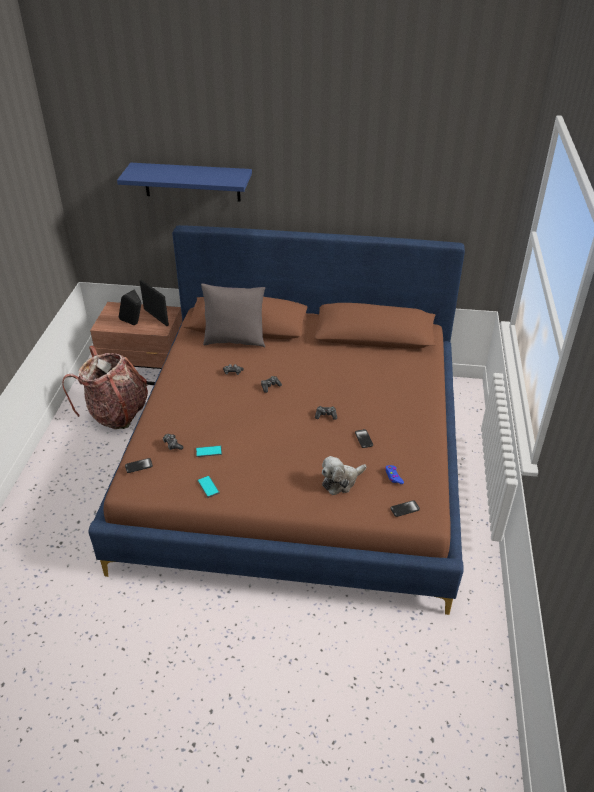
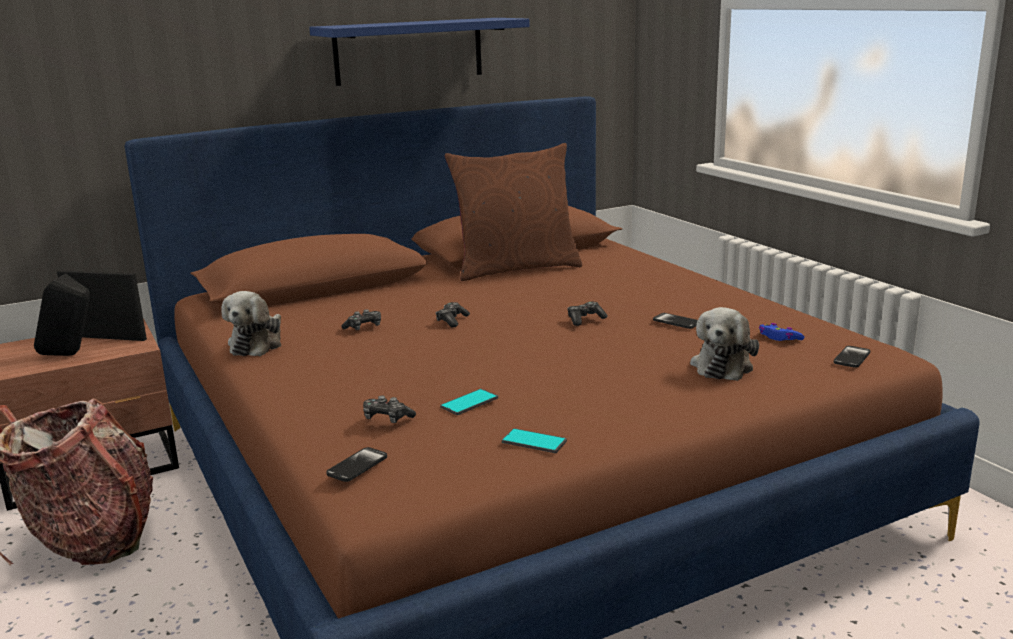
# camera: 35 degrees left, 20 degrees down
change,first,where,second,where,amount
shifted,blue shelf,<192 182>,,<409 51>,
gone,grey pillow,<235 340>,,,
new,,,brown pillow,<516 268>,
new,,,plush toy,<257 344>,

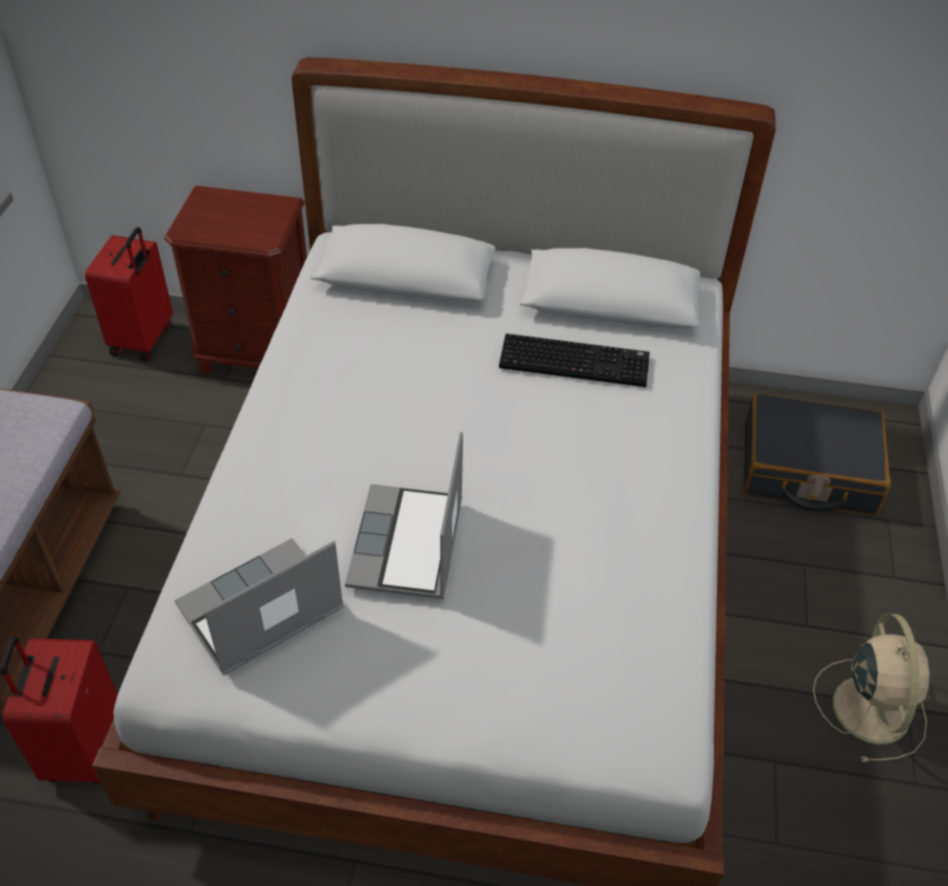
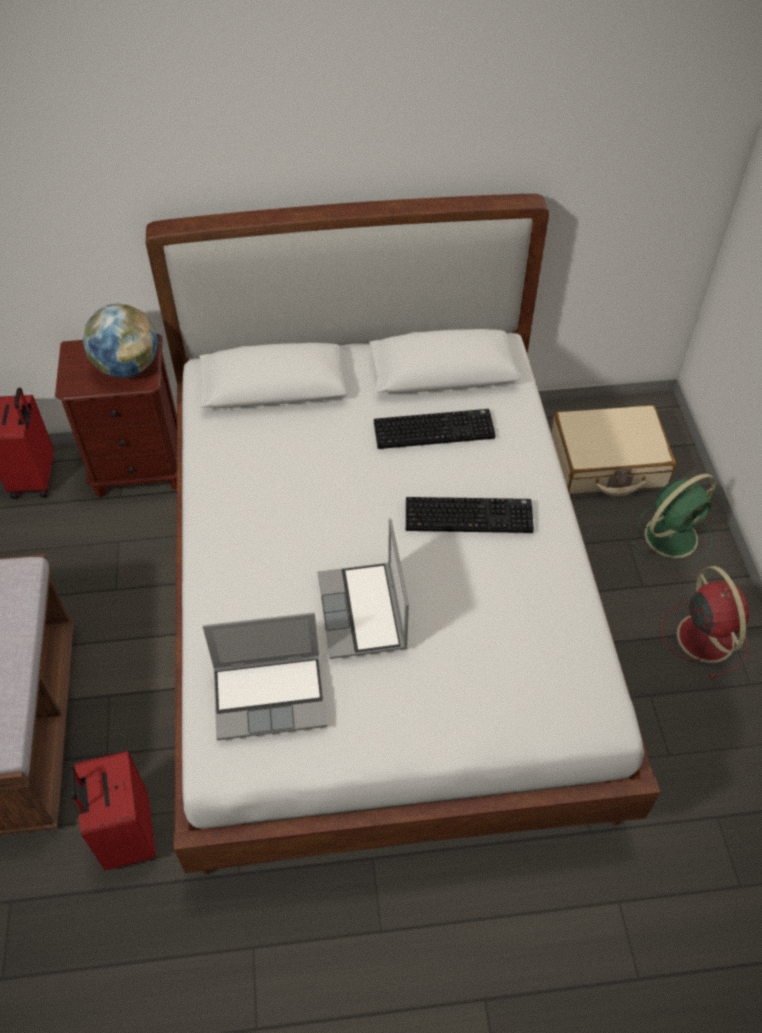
# camera: 15 degrees left, 5 degrees up
change,first,where,second,where,amount
repainted,black suitcase,<807 469>,beige suitcase,<607 462>,
rotated,laptop,<259 611>,,<271 695>,135 degrees counterclockwise
repainted,beige fan,<870 706>,red fan,<704 635>,
new,,,globe,<127 367>,
new,,,green fan,<673 535>,
new,,,keyboard,<470 515>,

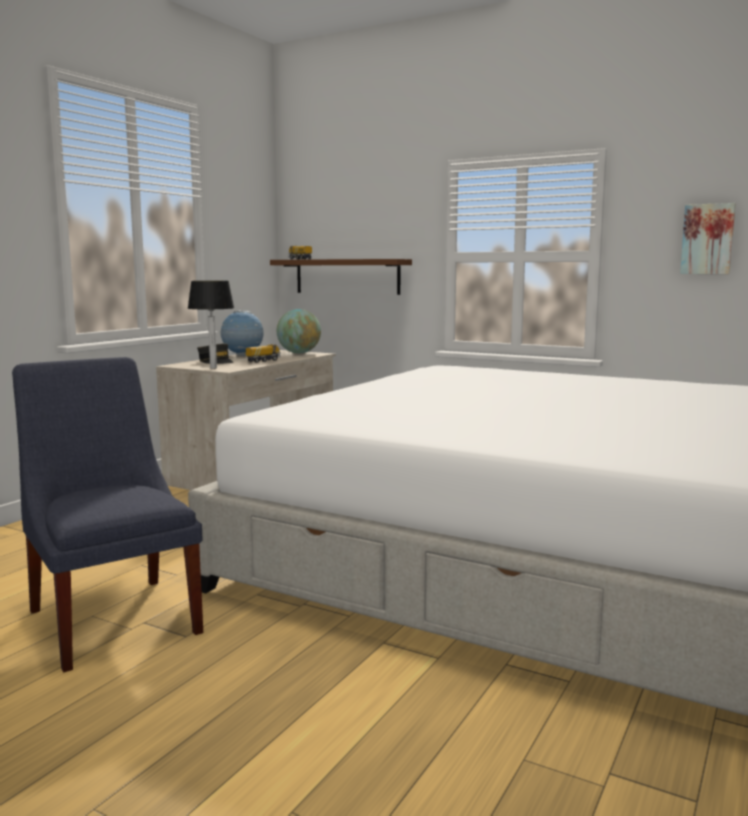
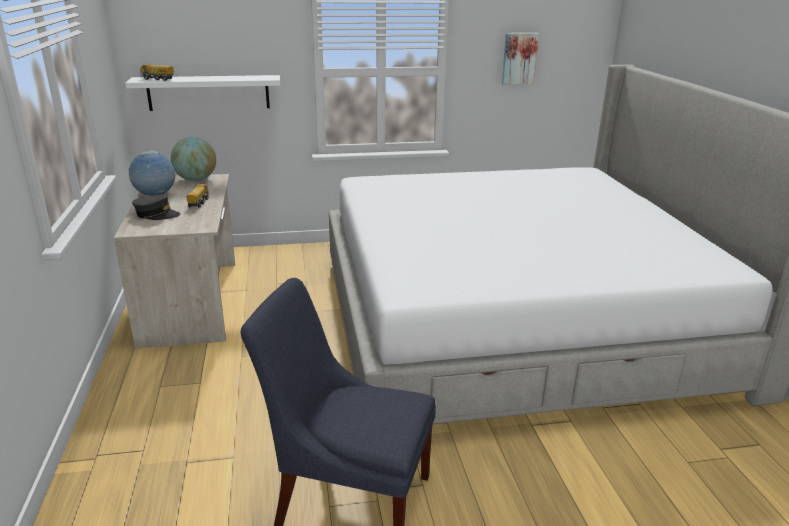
# camera: 40 degrees left, 15 degrees up
change,first,where,second,where,amount
repainted,brown shelf,<347 276>,white shelf,<208 92>,
gone,table lamp,<214 368>,,,

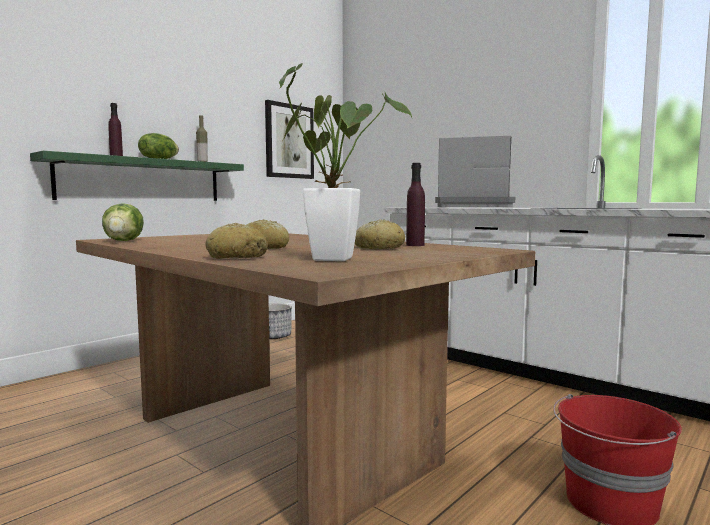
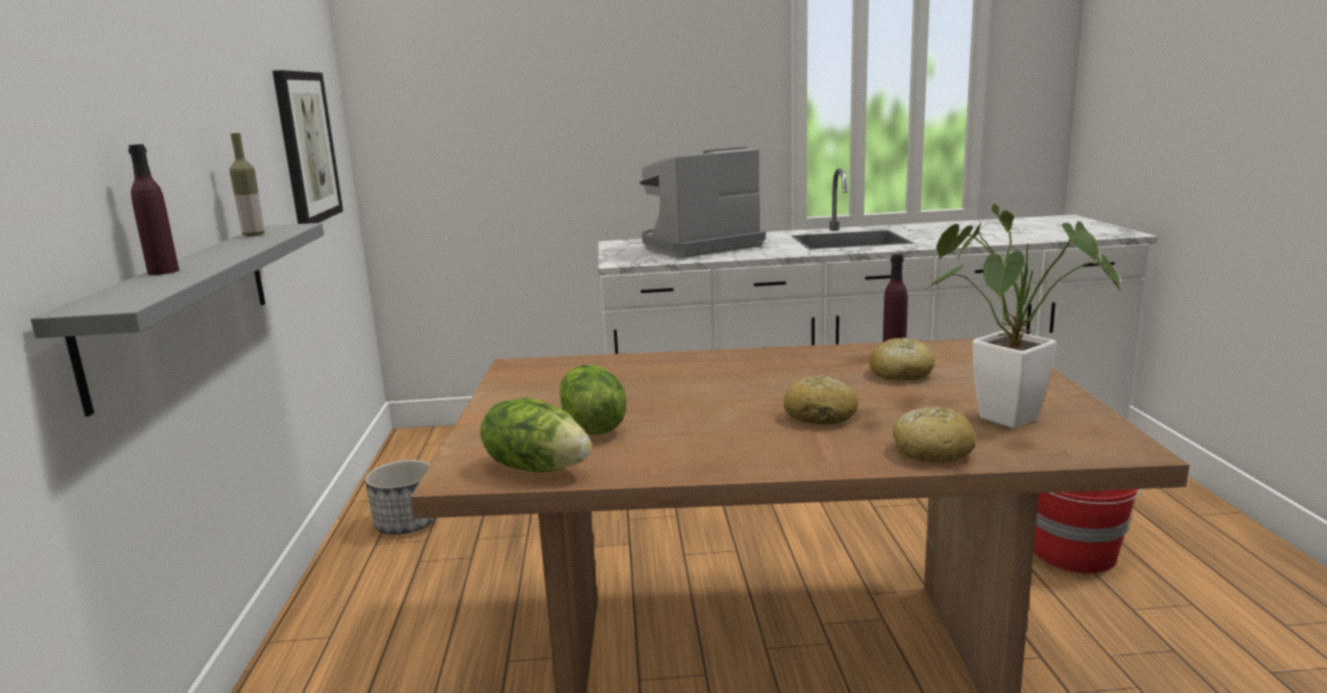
# camera: 45 degrees left, 10 degrees up
change,first,where,second,where,amount
shifted,lettuce,<159 159>,,<591 427>,
repainted,green shelf,<143 180>,grey shelf,<183 305>,

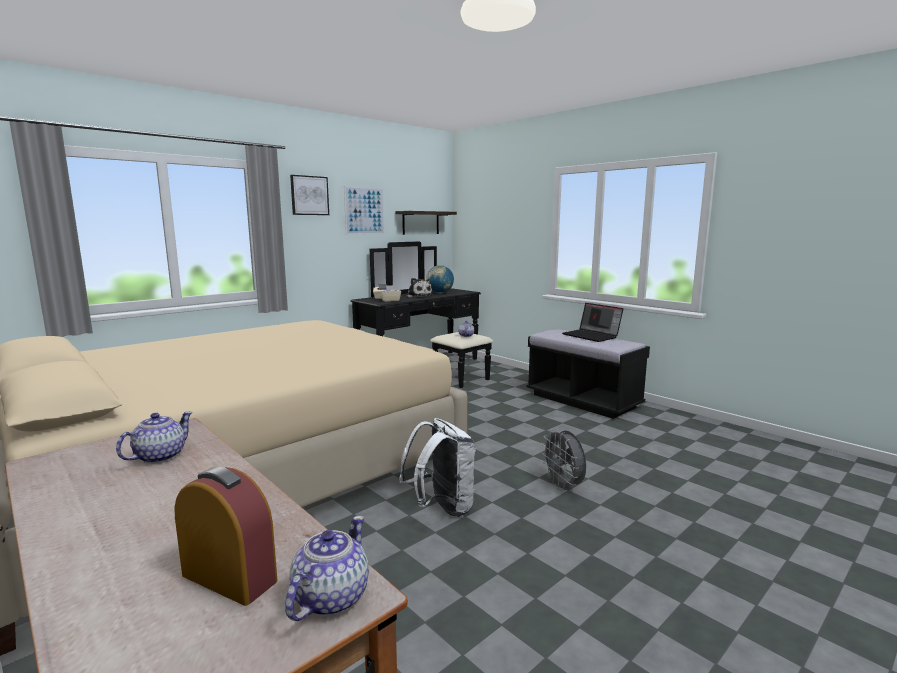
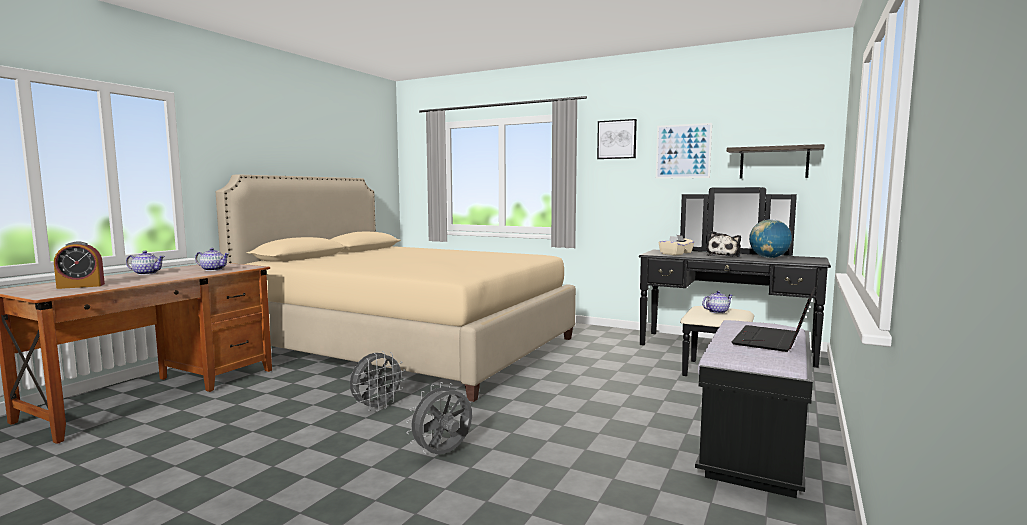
# camera: 70 degrees right, 5 degrees down
change,first,where,second,where,amount
swapped,white backpack,<441 508>,grey fan,<377 407>,
rotated,alarm clock,<229 578>,,<81 286>,60 degrees clockwise
shifted,teapot,<329 598>,,<146 273>,

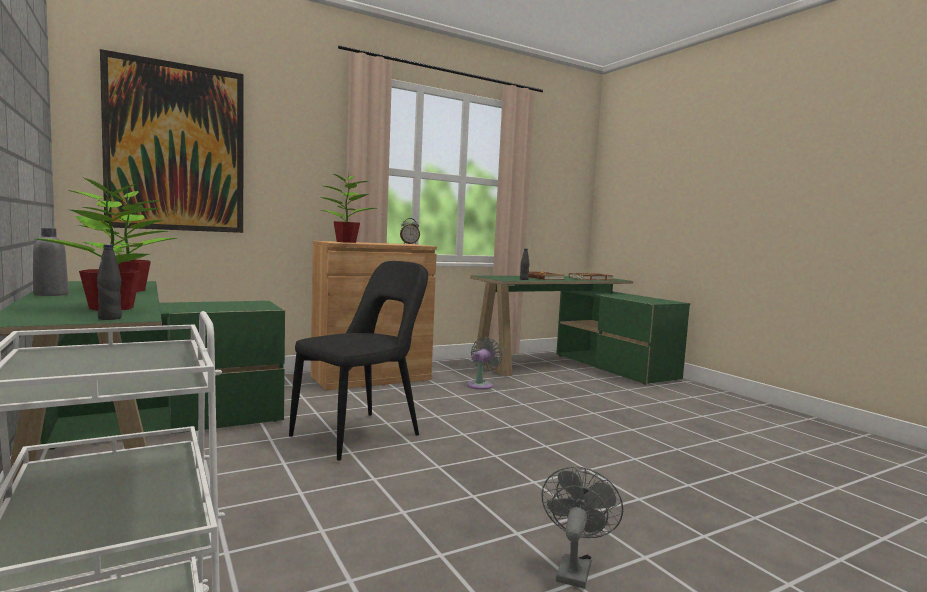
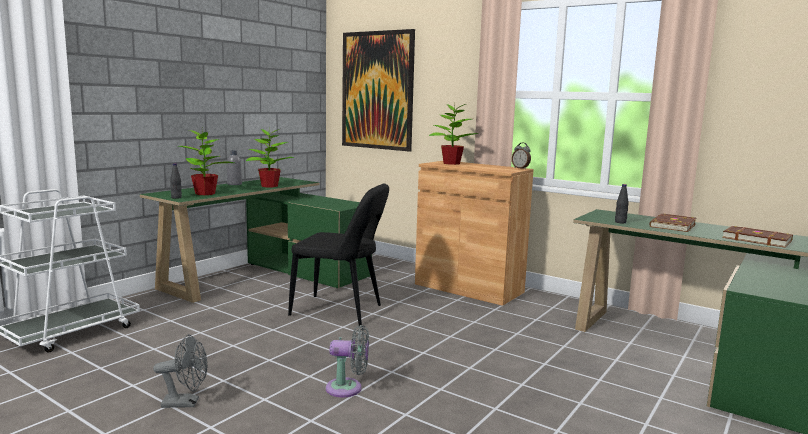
# camera: 65 degrees right, 5 degrees up
change,first,where,second,where,amount
shifted,grey fan,<481 385>,,<348 388>,

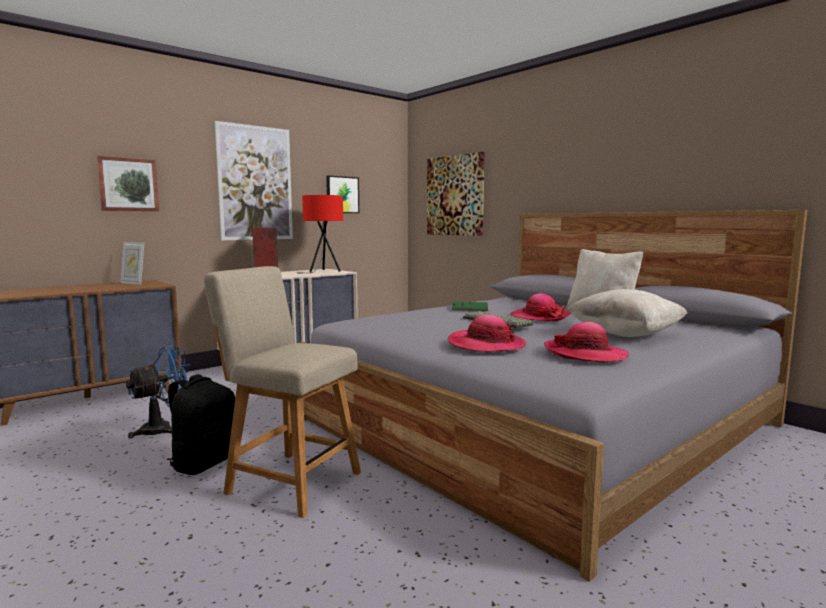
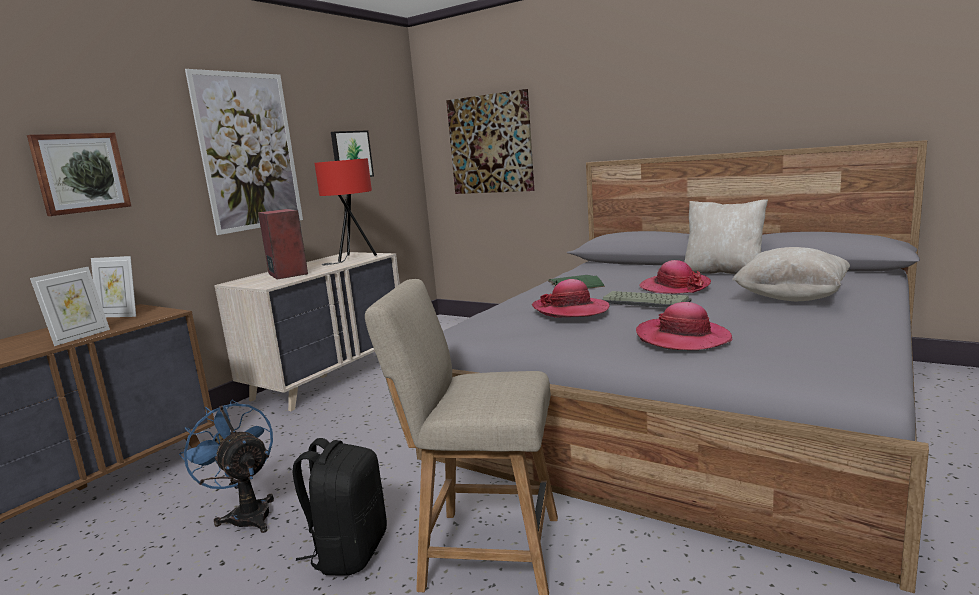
# camera: 15 degrees left, 5 degrees up
change,first,where,second,where,amount
shifted,hat,<585 354>,,<571 310>,
rotated,blue fan,<164 429>,,<246 514>,75 degrees counterclockwise
new,,,picture frame,<80 337>,

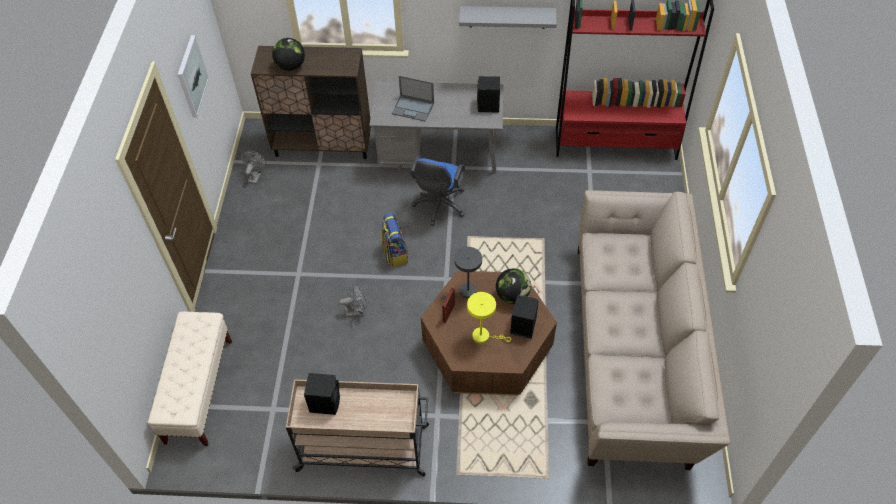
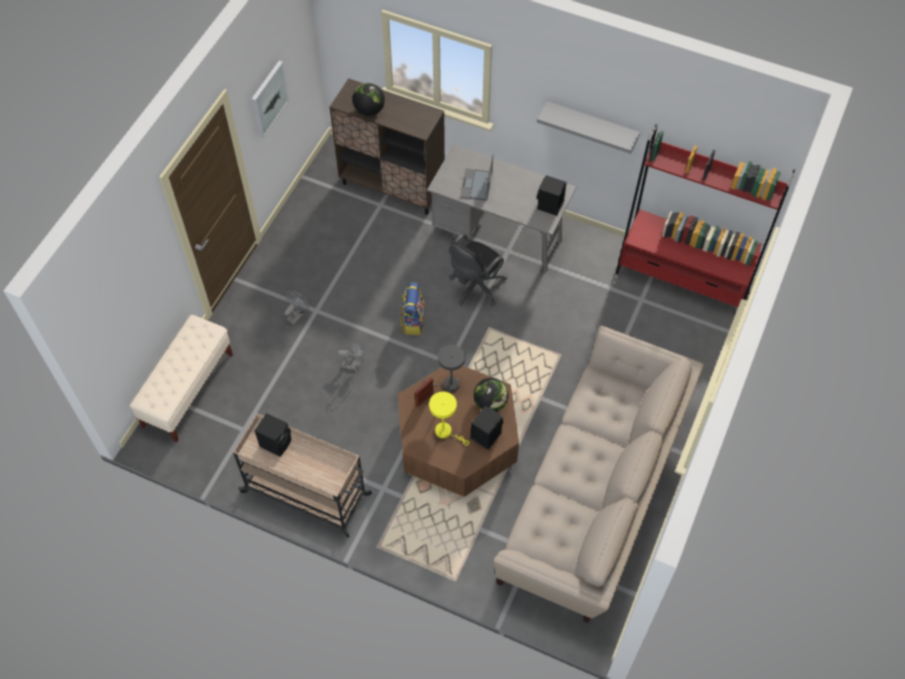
# camera: 20 degrees right, 5 degrees up
change,first,where,second,where,amount
rotated,laptop,<413 108>,,<476 185>,60 degrees clockwise
shifted,grey fan,<255 176>,,<297 315>,
repainted,blue office chair,<439 206>,black office chair,<475 287>,

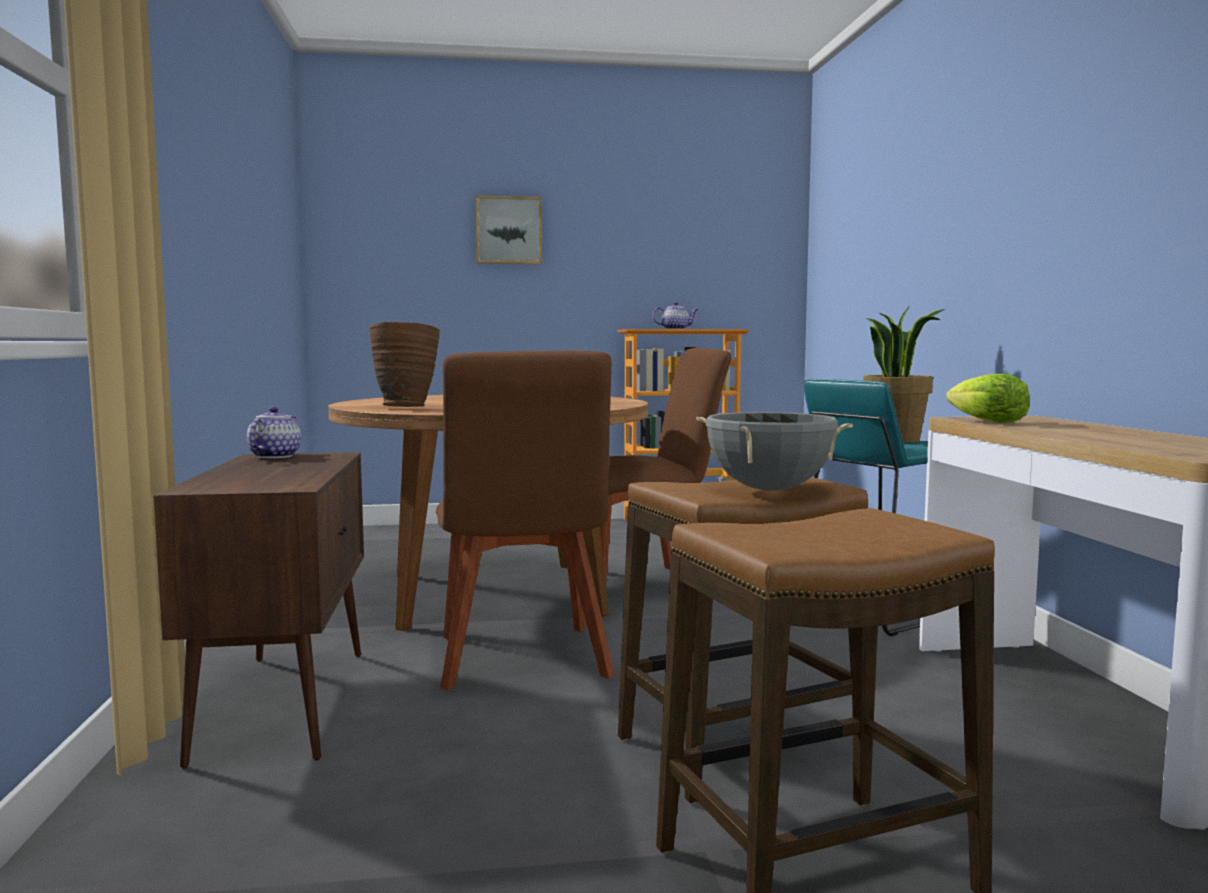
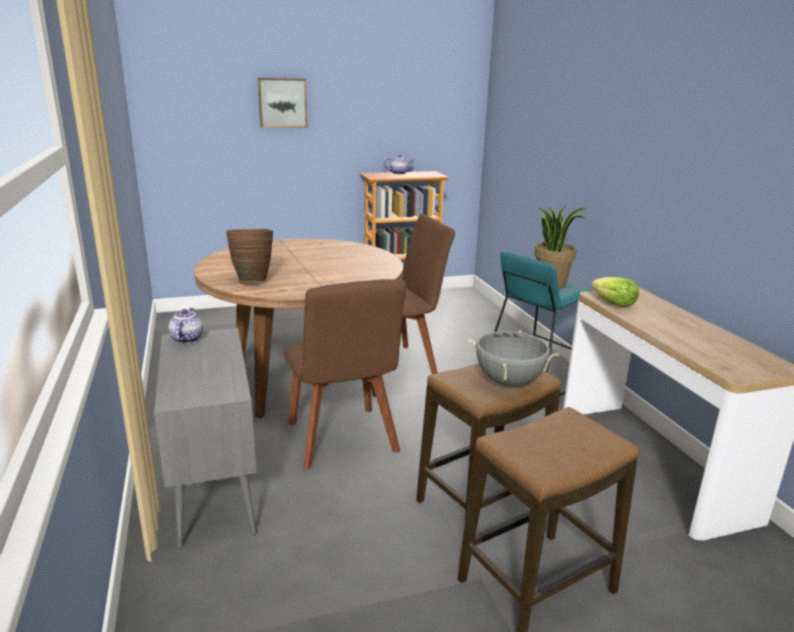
# camera: 10 degrees left, 15 degrees up
change,first,where,second,where,amount
repainted,brown cabinet,<284 702>,grey cabinet,<214 488>,

